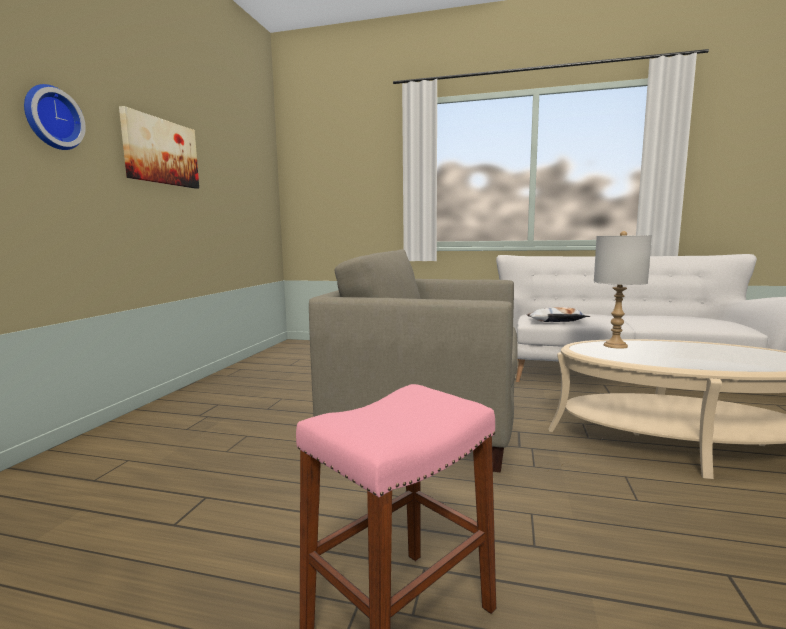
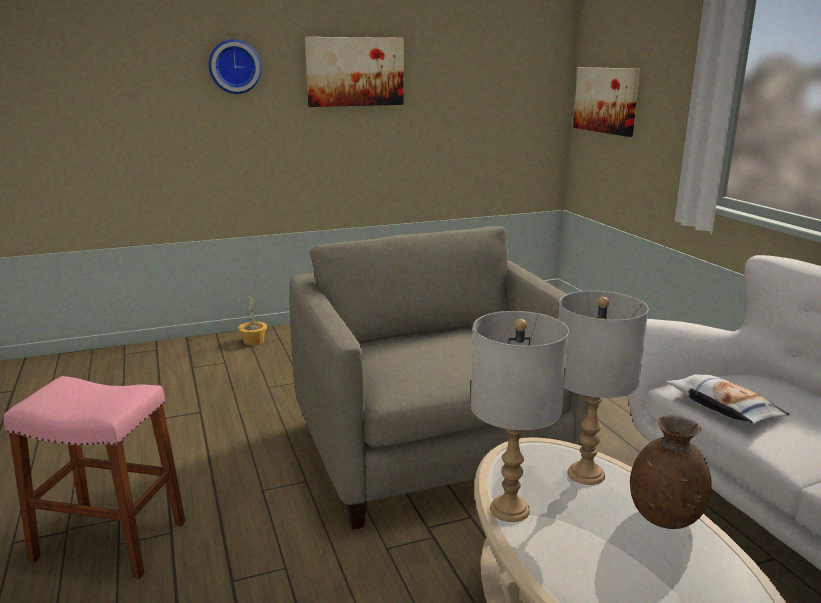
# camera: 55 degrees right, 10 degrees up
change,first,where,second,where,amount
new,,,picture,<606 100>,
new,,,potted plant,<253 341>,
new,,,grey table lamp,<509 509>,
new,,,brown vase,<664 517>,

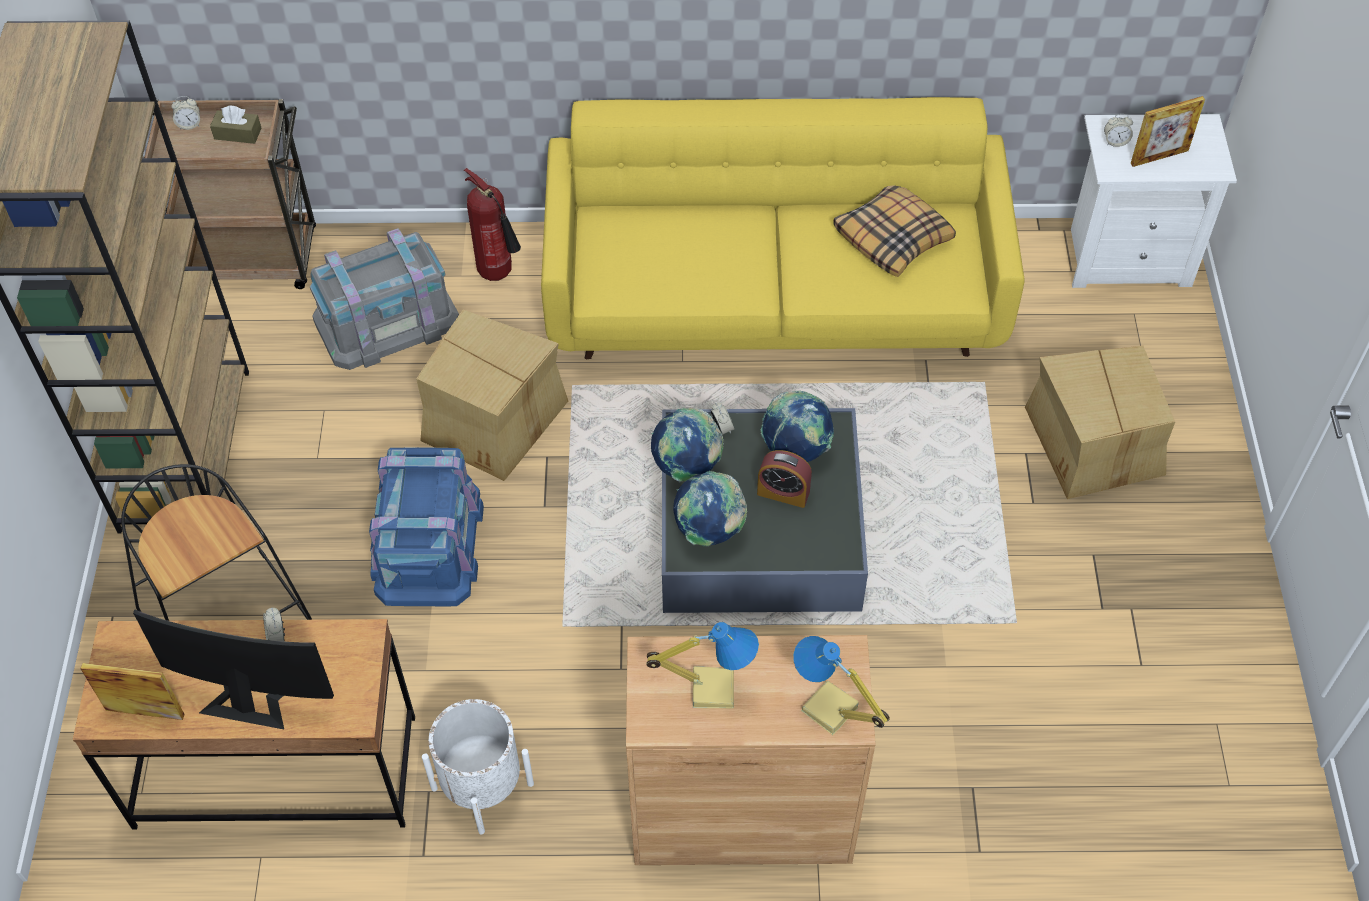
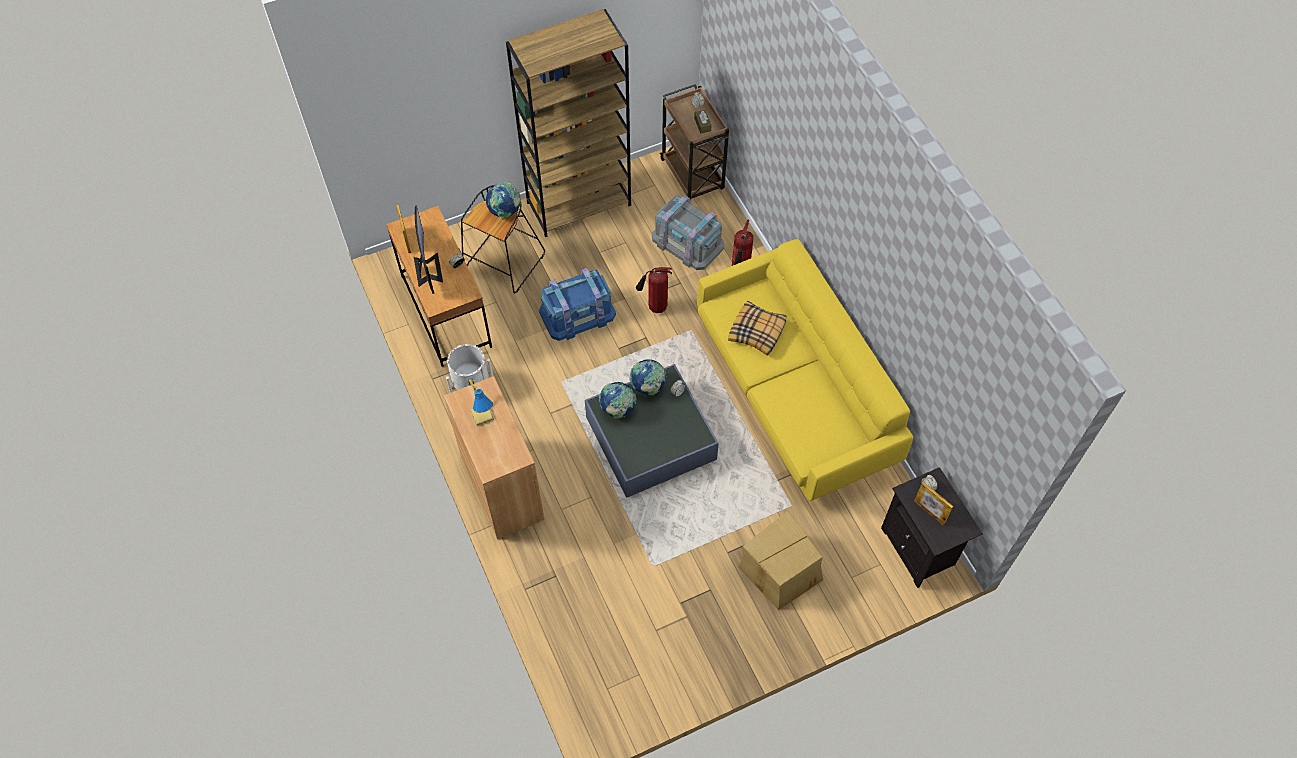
# camera: 65 degrees right, 5 degrees up
change,first,where,second,where,amount
repainted,white nightstand,<1127 256>,black nightstand,<920 548>,
shifted,pillow,<893 237>,,<757 332>,
swapped,cardboard box,<493 419>,fire extinguisher,<655 307>,
shifted,globe,<796 449>,,<505 211>,
gone,alarm clock,<783 493>,,,
gone,table lamp,<829 711>,,,

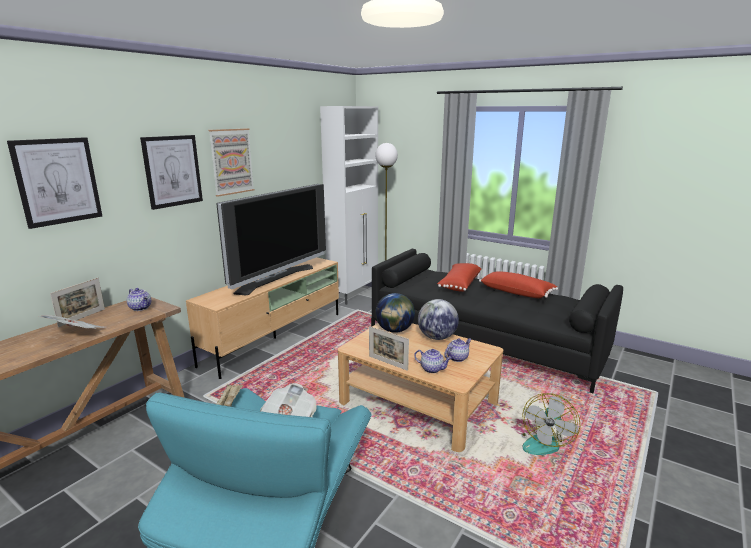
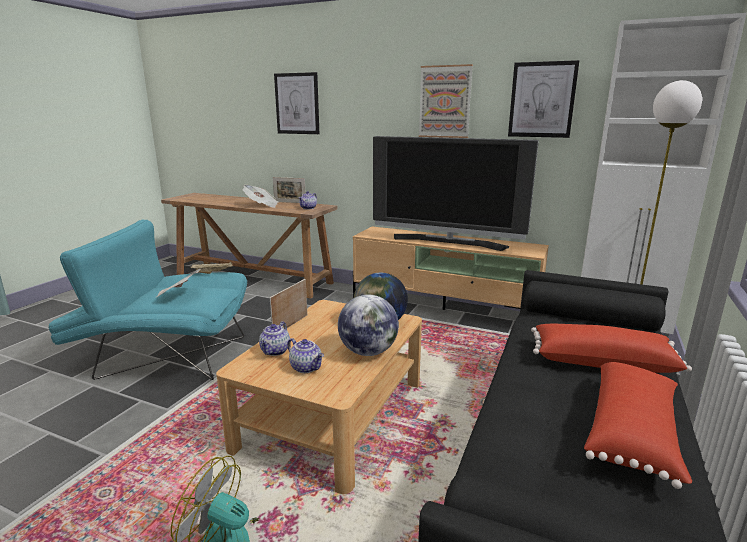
# camera: 80 degrees right, 0 degrees up
change,first,where,second,where,amount
shifted,picture,<172 171>,,<542 100>,

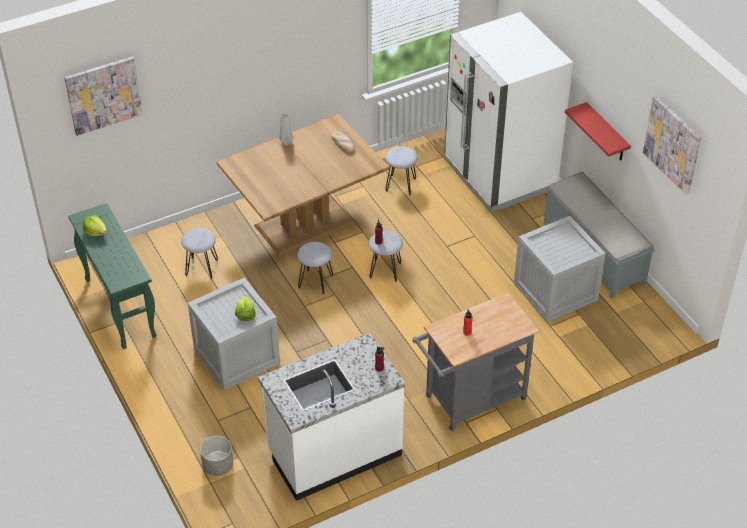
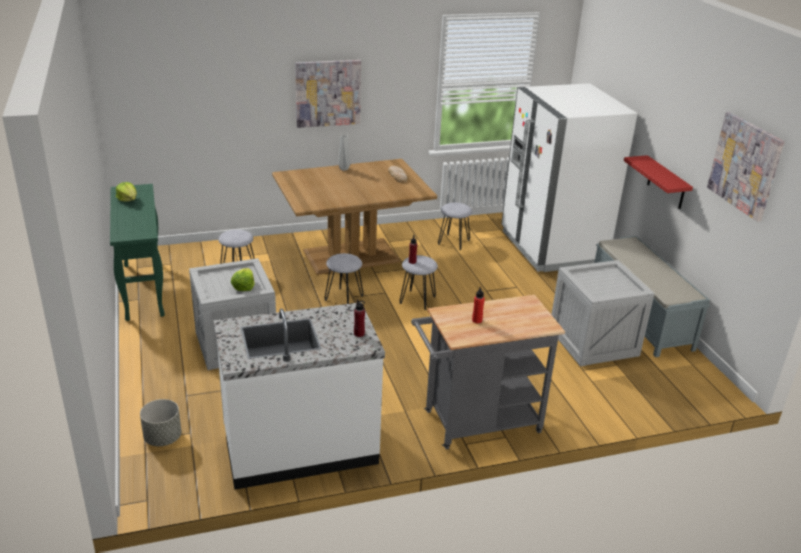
# camera: 10 degrees right, 15 degrees down
change,first,where,second,where,amount
shifted,picture,<103 95>,,<328 93>,

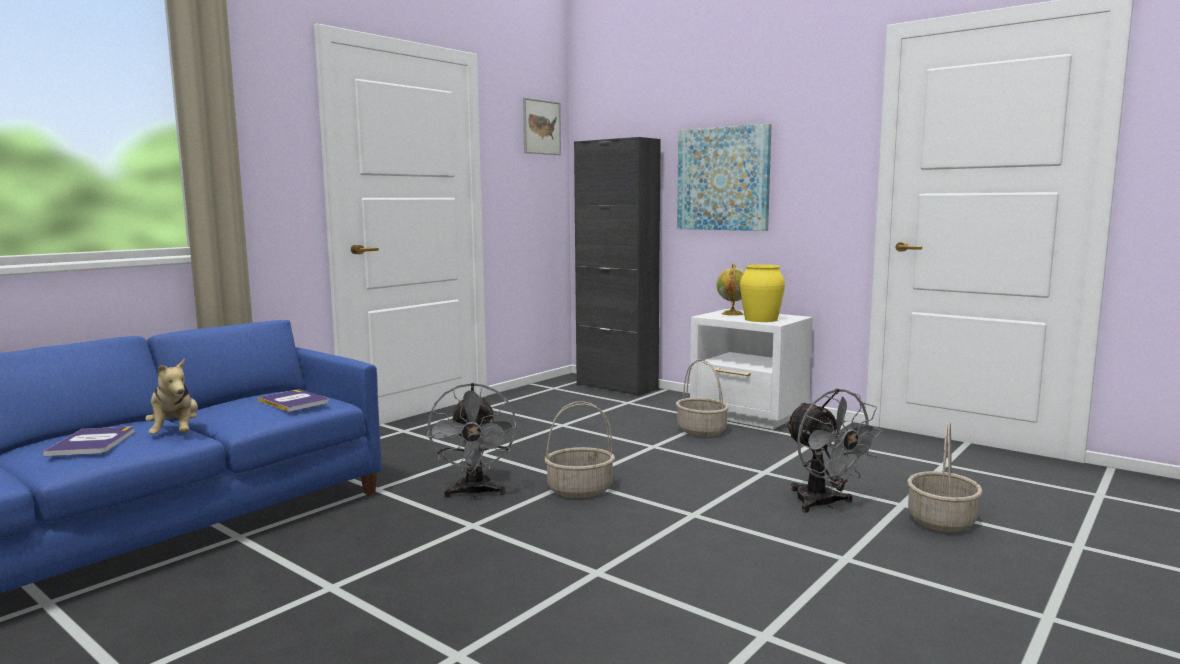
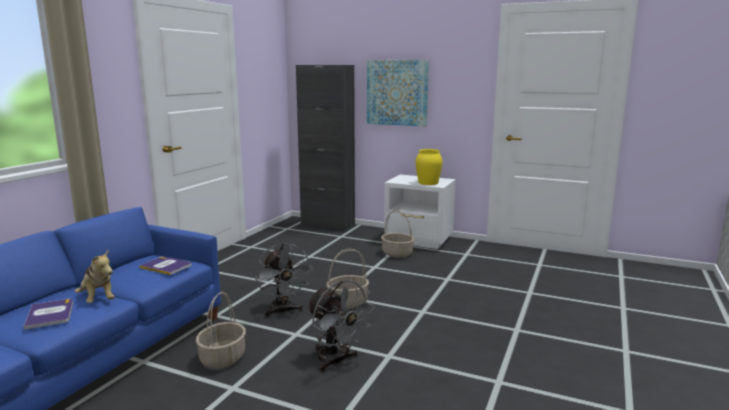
# camera: 15 degrees left, 5 degrees up
change,first,where,second,where,amount
gone,picture,<541 127>,,,
gone,globe,<732 314>,,,
shifted,grey fan,<824 504>,,<337 361>,
shifted,basket,<942 521>,,<223 358>,

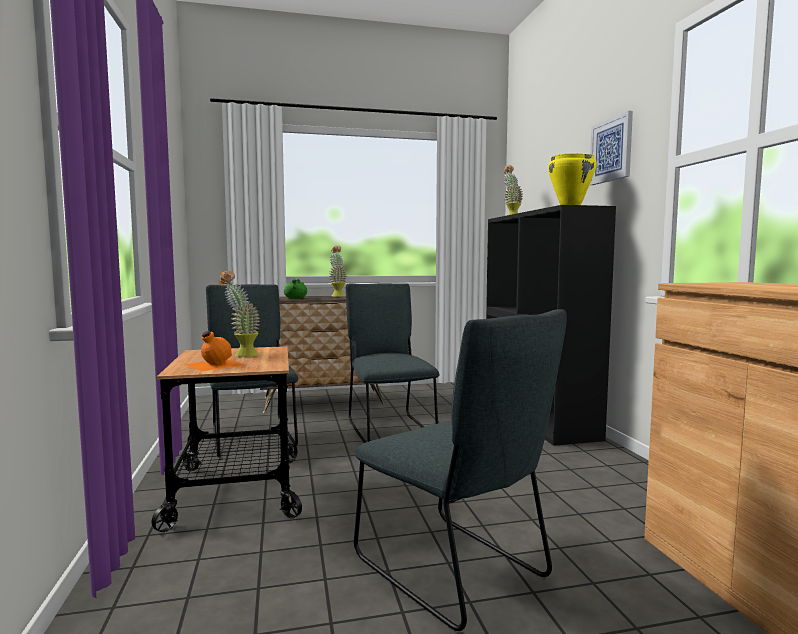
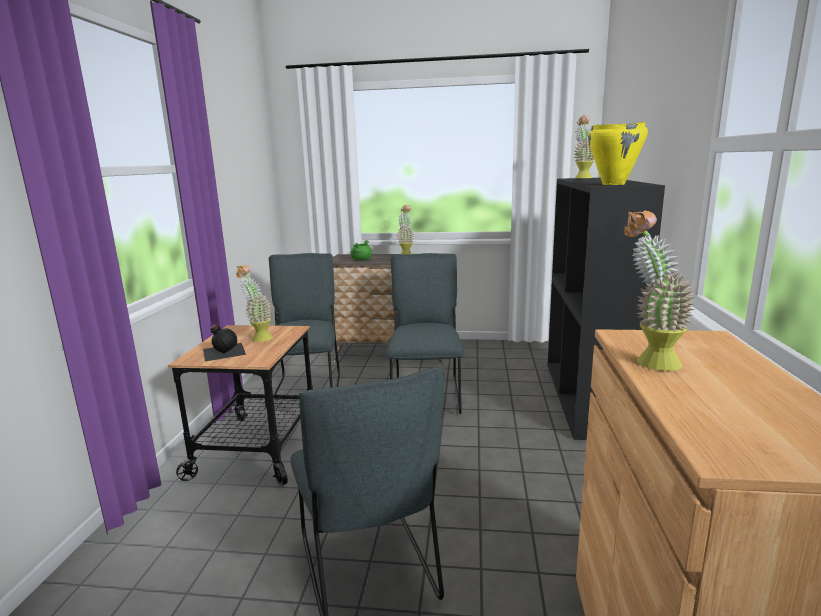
# camera: 20 degrees right, 10 degrees up
change,first,where,second,where,amount
gone,picture,<611 150>,,,
repainted,orange bottle,<213 364>,black bottle,<223 351>,
new,,,potted plant,<647 360>,

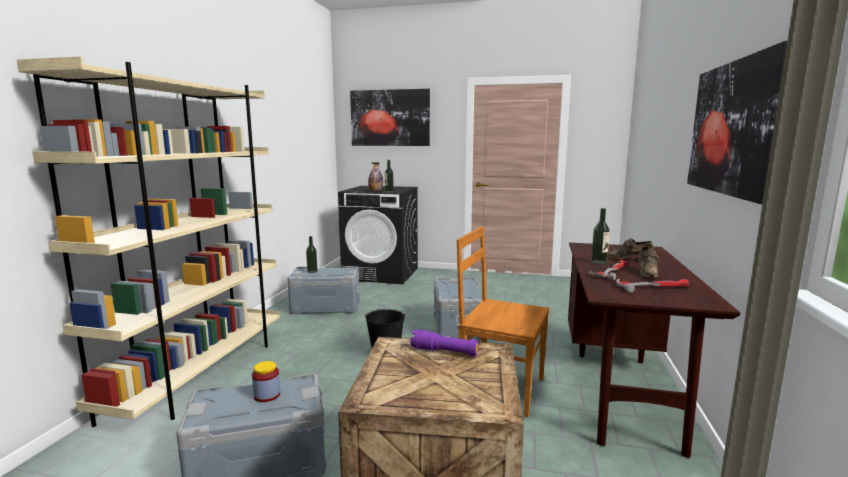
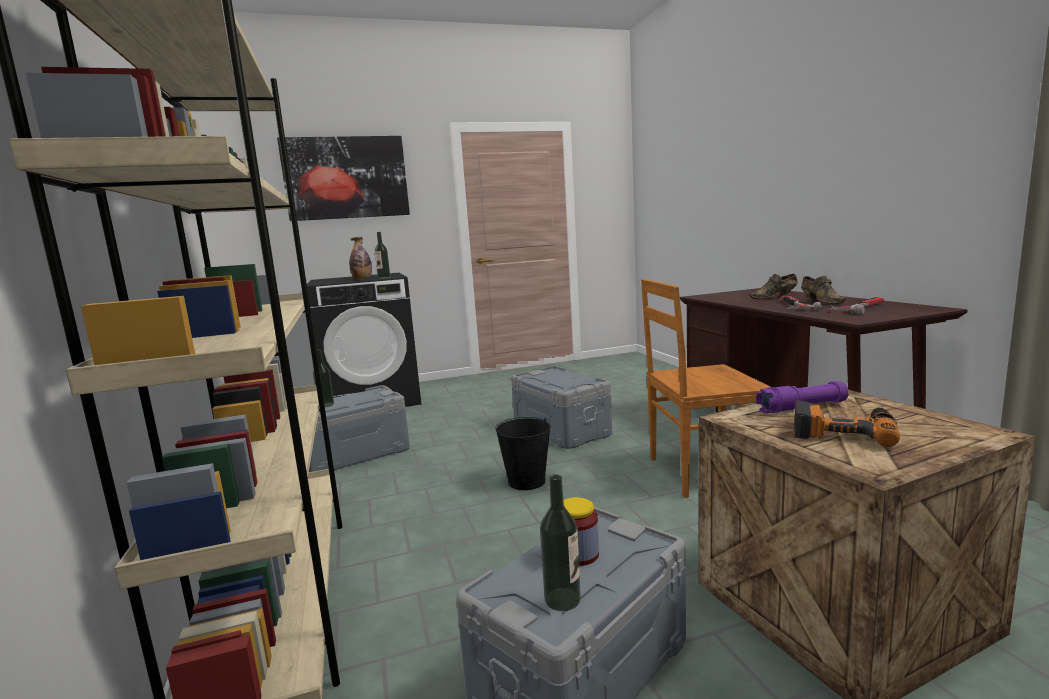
# camera: 30 degrees left, 0 degrees up
change,first,where,second,where,amount
gone,picture,<733 128>,,,
shifted,bottle,<599 262>,,<562 599>,
new,,,power drill,<843 431>,

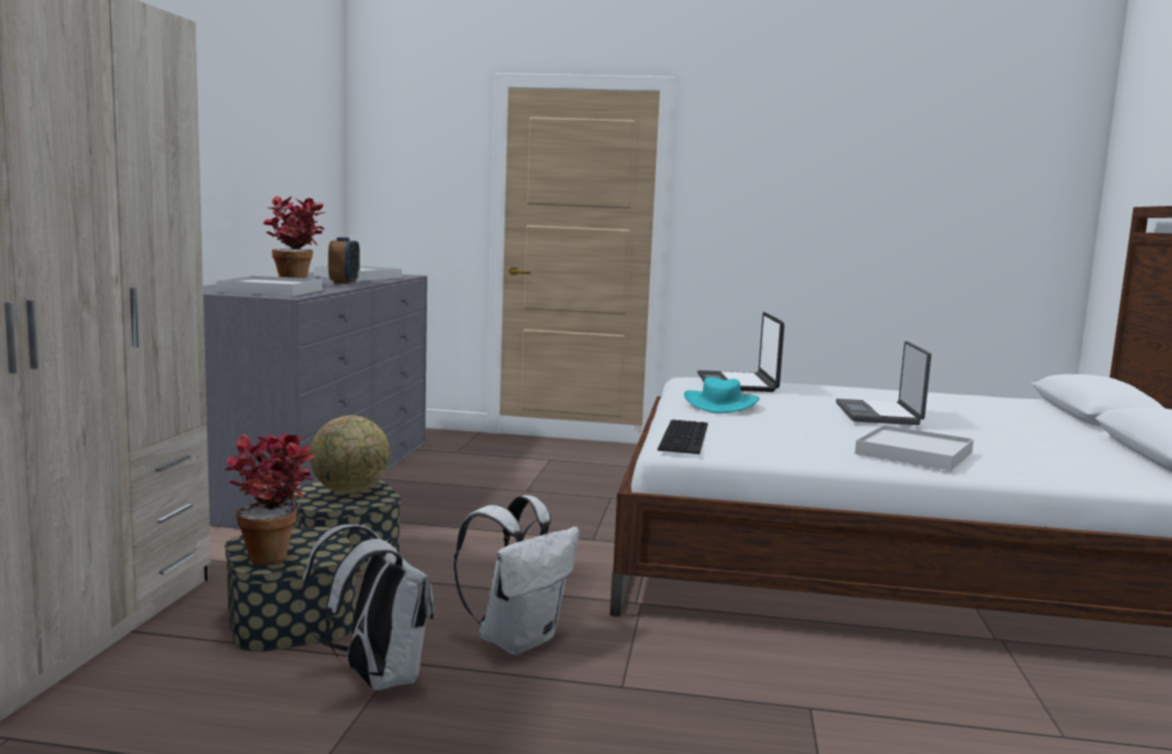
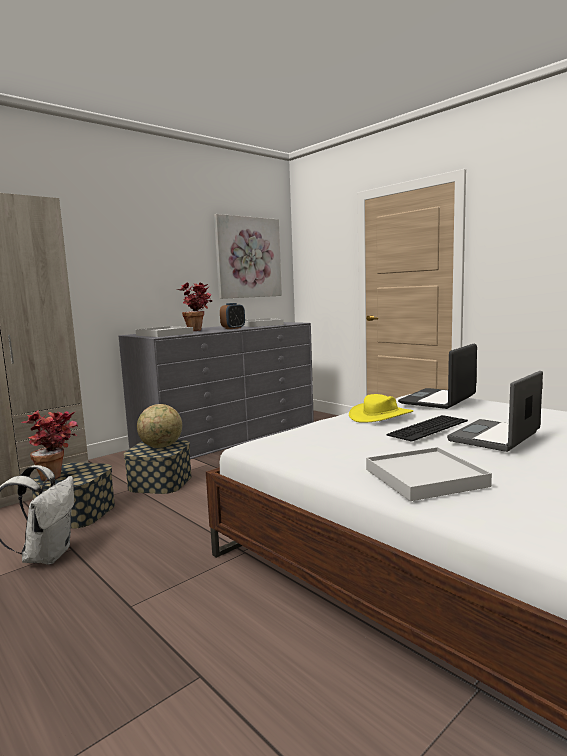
# camera: 40 degrees right, 0 degrees up
change,first,where,second,where,amount
repainted,turquoise hat,<721 404>,yellow hat,<381 415>,
shifted,keyboard,<686 437>,,<429 428>,
gone,white backpack,<517 639>,,,
new,,,picture,<248 257>,

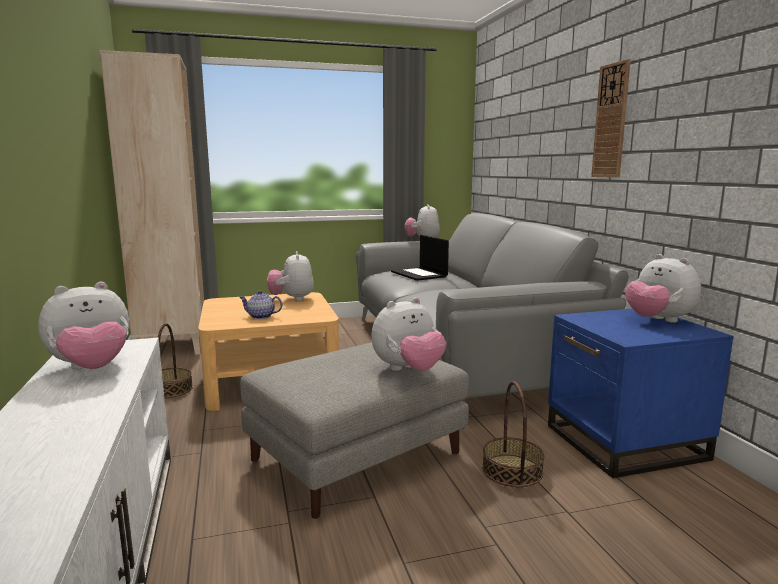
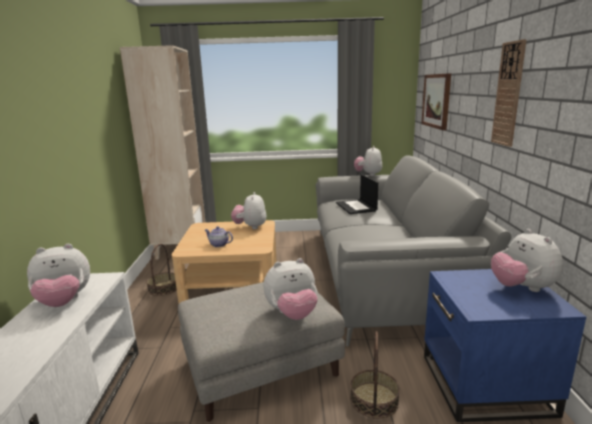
# camera: 15 degrees right, 5 degrees up
change,first,where,second,where,amount
new,,,picture,<436 101>,

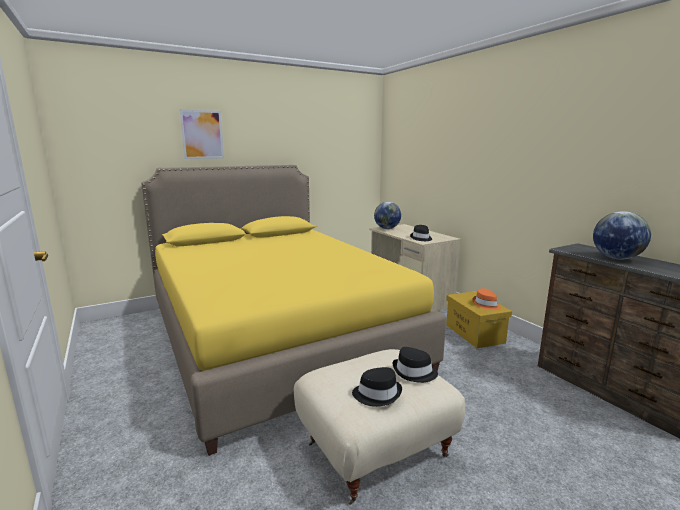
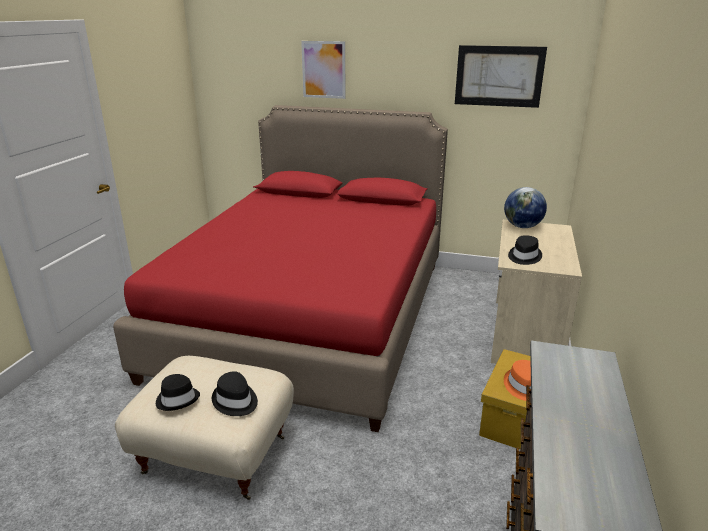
# camera: 45 degrees right, 10 degrees up
change,first,where,second,where,amount
repainted,yellow bed,<276 336>,red bed,<311 315>,
gone,globe,<616 258>,,,
new,,,picture,<499 76>,

